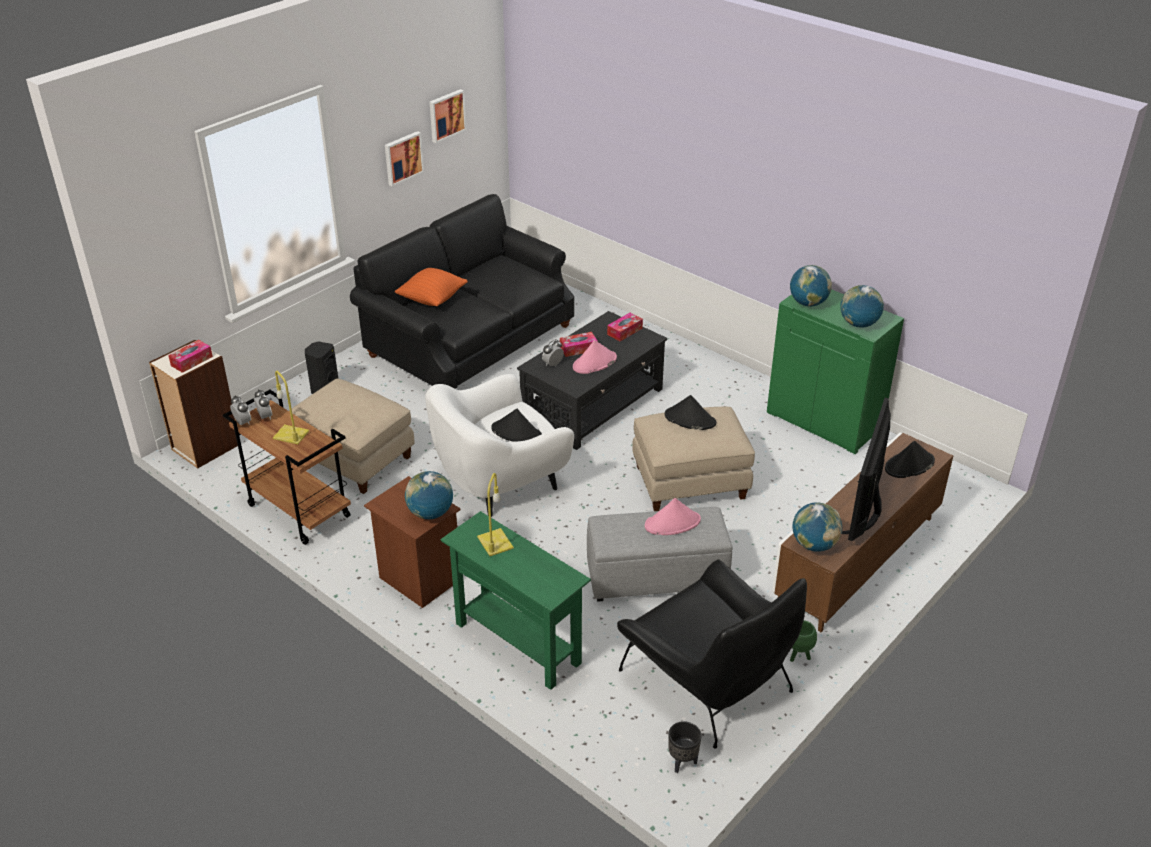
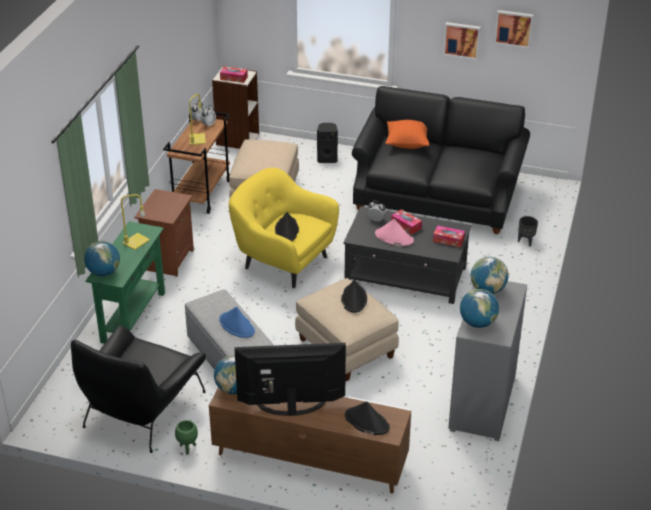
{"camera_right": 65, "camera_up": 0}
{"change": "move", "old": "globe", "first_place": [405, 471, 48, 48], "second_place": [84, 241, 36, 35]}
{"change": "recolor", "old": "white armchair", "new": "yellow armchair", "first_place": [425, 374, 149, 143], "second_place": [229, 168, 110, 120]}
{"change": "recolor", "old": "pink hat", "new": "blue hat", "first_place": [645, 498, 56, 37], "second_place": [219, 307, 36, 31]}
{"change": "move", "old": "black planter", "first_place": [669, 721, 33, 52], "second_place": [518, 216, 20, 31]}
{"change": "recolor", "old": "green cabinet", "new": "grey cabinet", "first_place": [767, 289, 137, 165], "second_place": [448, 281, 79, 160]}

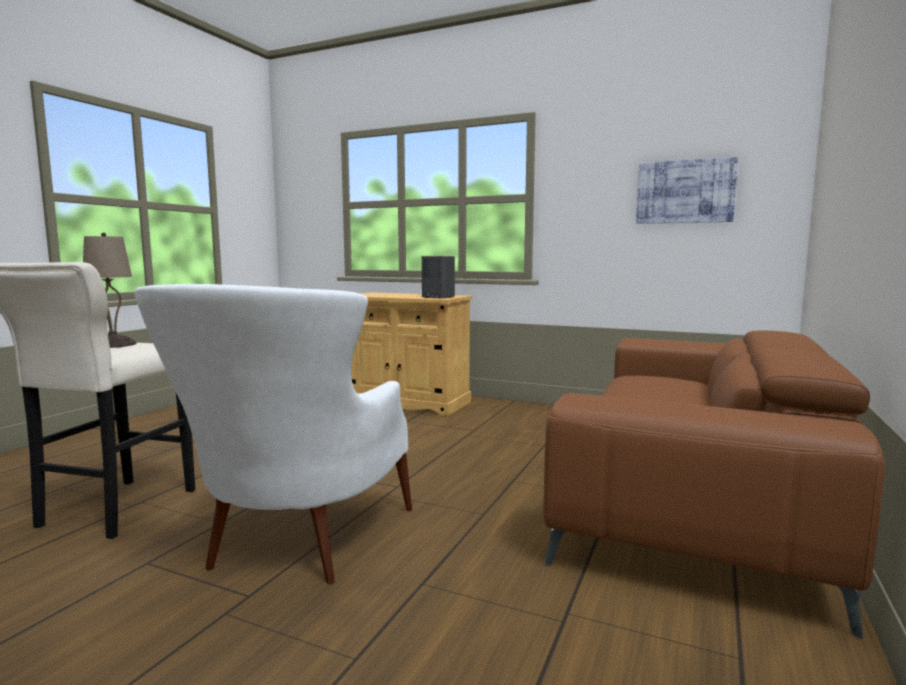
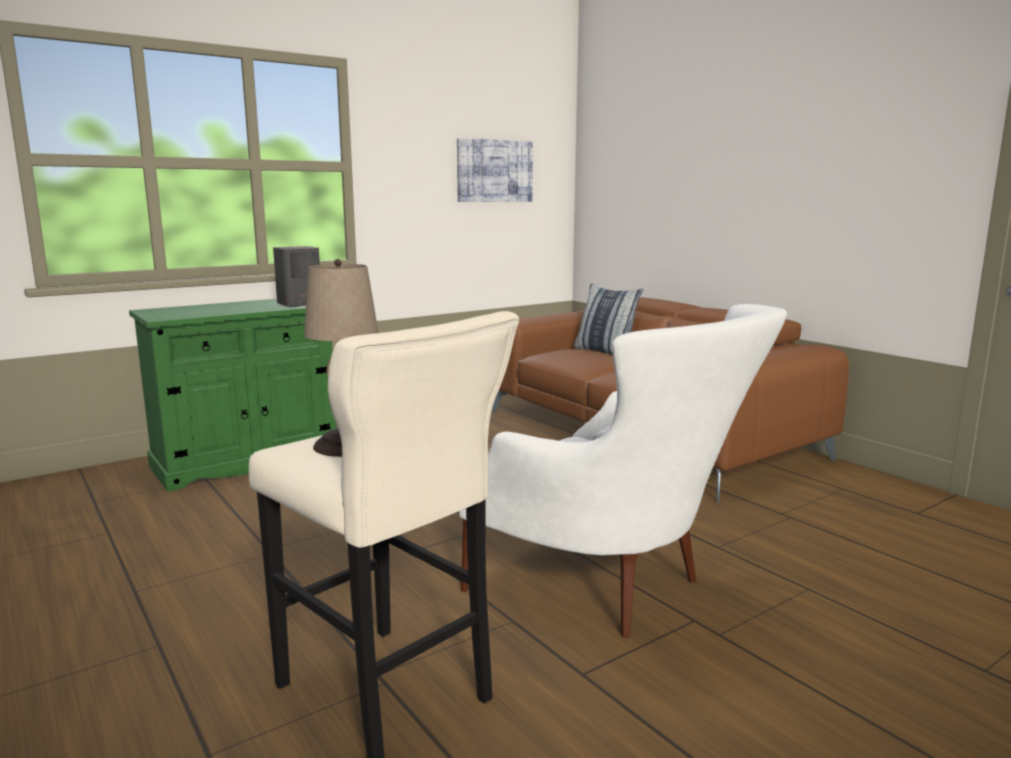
{"camera_right": -60, "camera_up": 5}
{"change": "recolor", "old": "beige cabinet", "new": "green cabinet", "first_place": [351, 292, 121, 124], "second_place": [129, 299, 208, 193]}
{"change": "insert", "new": "pillow", "second_place": [574, 283, 69, 71]}

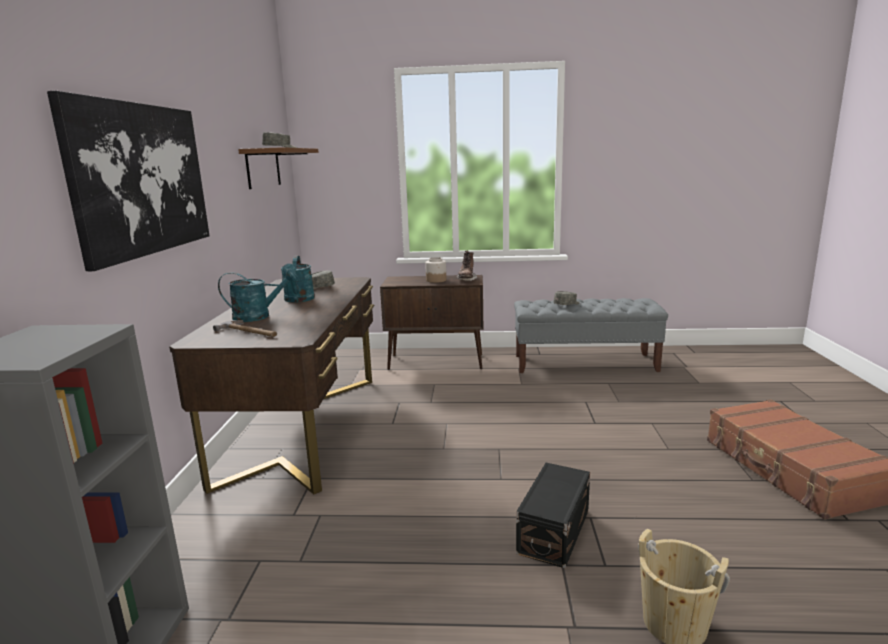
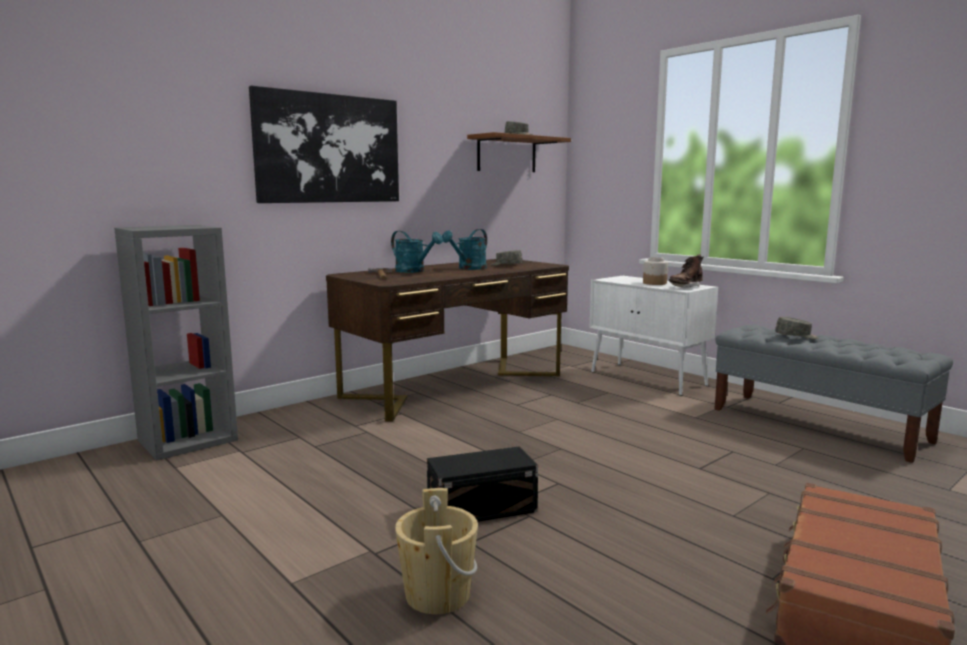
{"camera_right": 45, "camera_up": -5}
{"change": "recolor", "old": "brown cabinet", "new": "white cabinet", "first_place": [380, 275, 103, 95], "second_place": [590, 276, 128, 120]}

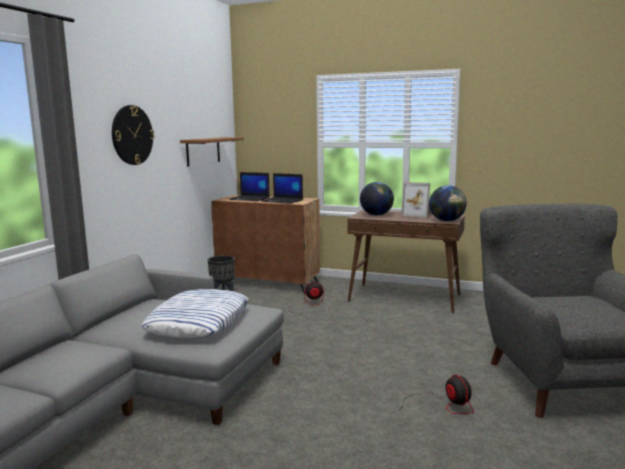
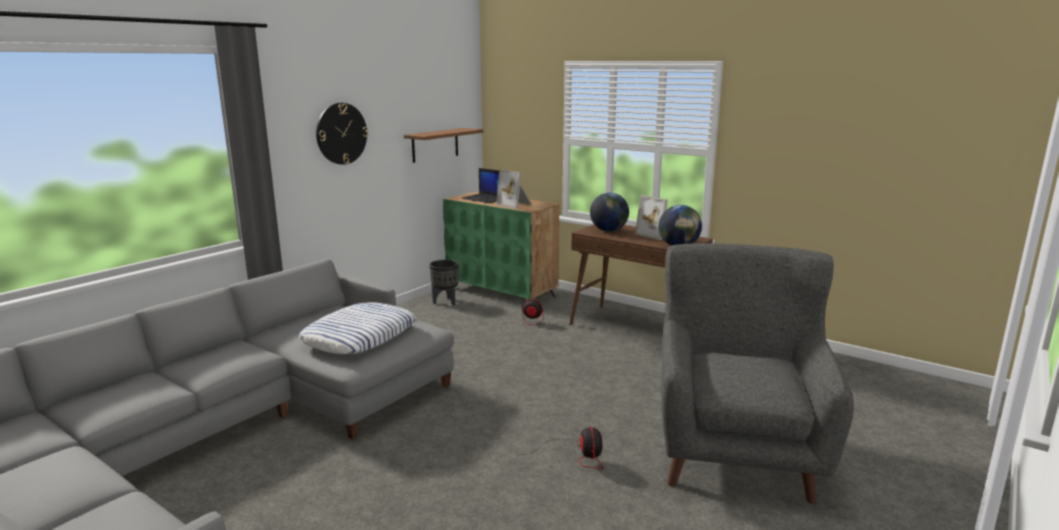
{"camera_right": 15, "camera_up": 5}
{"change": "recolor", "old": "brown cabinet", "new": "green cabinet", "first_place": [211, 195, 109, 98], "second_place": [443, 192, 116, 108]}
{"change": "replace", "old": "laptop", "new": "picture frame", "first_place": [261, 173, 42, 31], "second_place": [496, 169, 36, 40]}

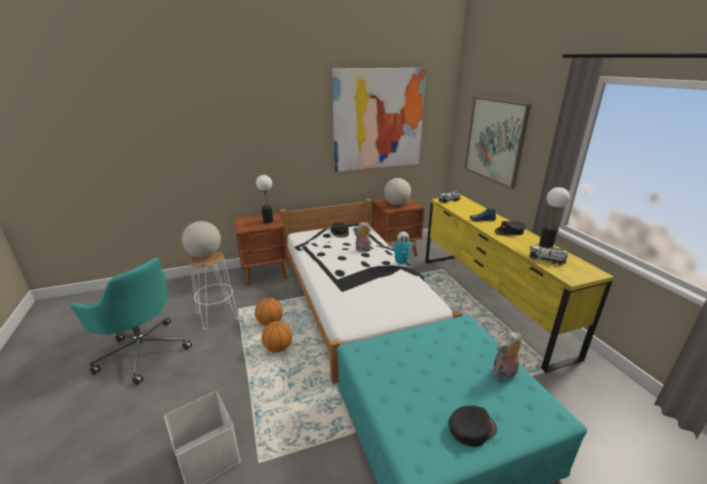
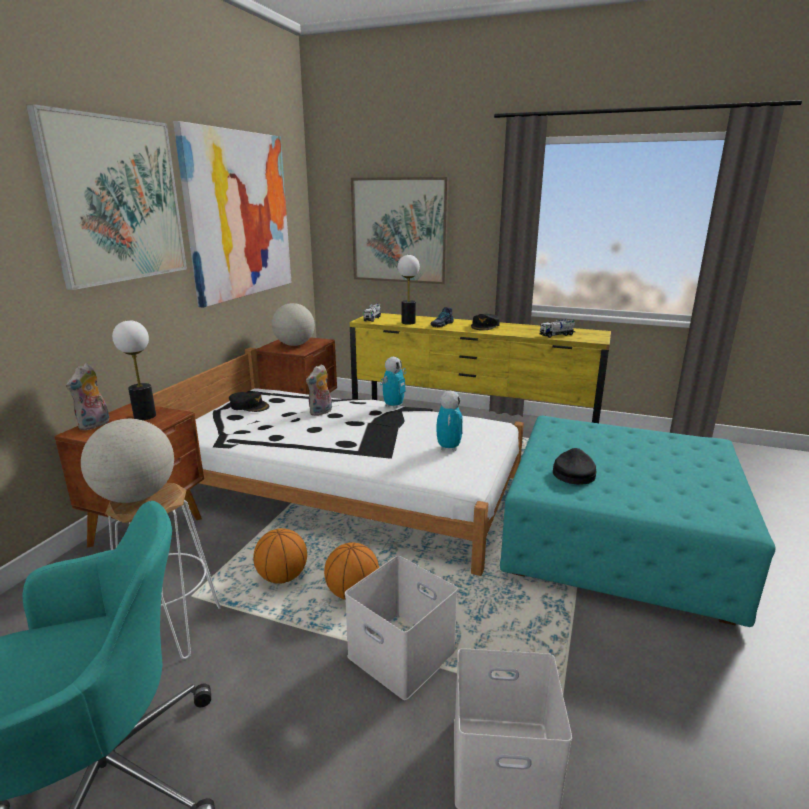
{"camera_right": -50, "camera_up": -5}
{"change": "move", "old": "black cap", "first_place": [448, 406, 49, 41], "second_place": [553, 448, 44, 37]}
{"change": "move", "old": "plush toy", "first_place": [492, 332, 29, 48], "second_place": [66, 363, 43, 67]}
{"change": "move", "old": "table lamp", "first_place": [539, 187, 31, 61], "second_place": [398, 255, 22, 70]}
{"change": "insert", "new": "picture", "second_place": [26, 104, 161, 186]}
{"change": "insert", "new": "white storage box", "second_place": [345, 556, 113, 144]}
{"change": "insert", "new": "toy robot", "second_place": [436, 391, 27, 60]}

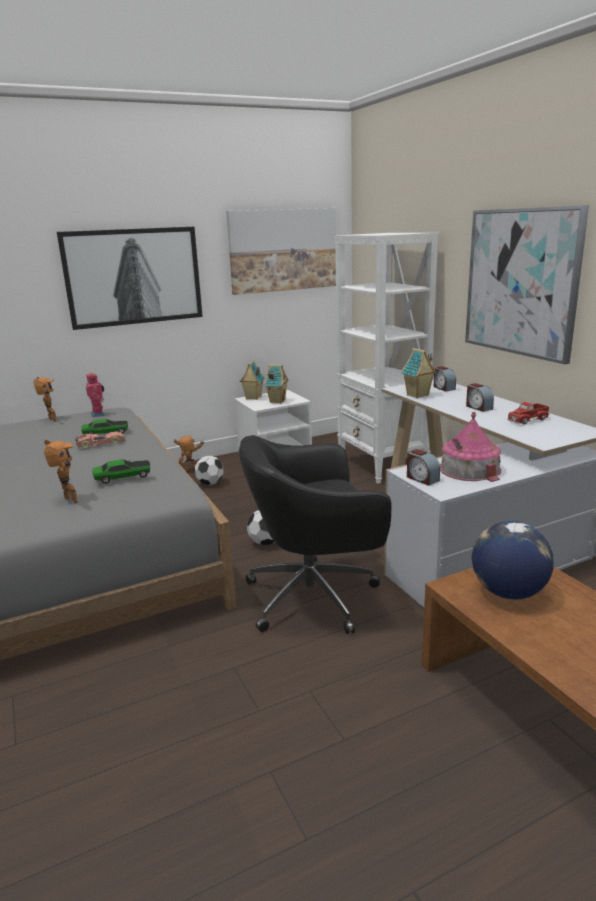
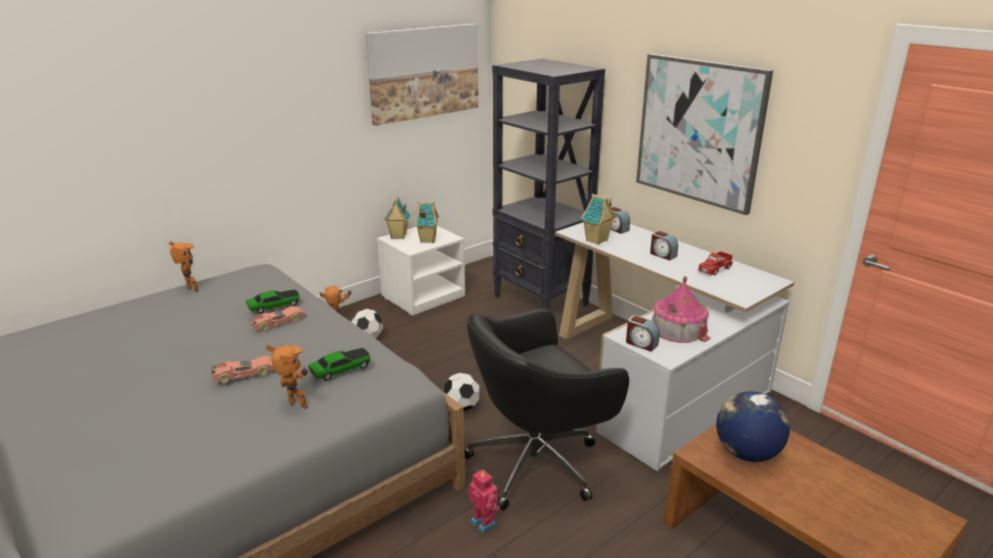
{"camera_right": -15, "camera_up": 5}
{"change": "delete", "old": "picture", "first_place": [57, 227, 146, 103]}
{"change": "move", "old": "toy robot", "first_place": [86, 372, 18, 45], "second_place": [469, 470, 31, 63]}
{"change": "recolor", "old": "white bookcase", "new": "black bookcase", "first_place": [335, 233, 103, 251], "second_place": [492, 59, 113, 252]}
{"change": "insert", "new": "toy car", "second_place": [210, 356, 65, 27]}

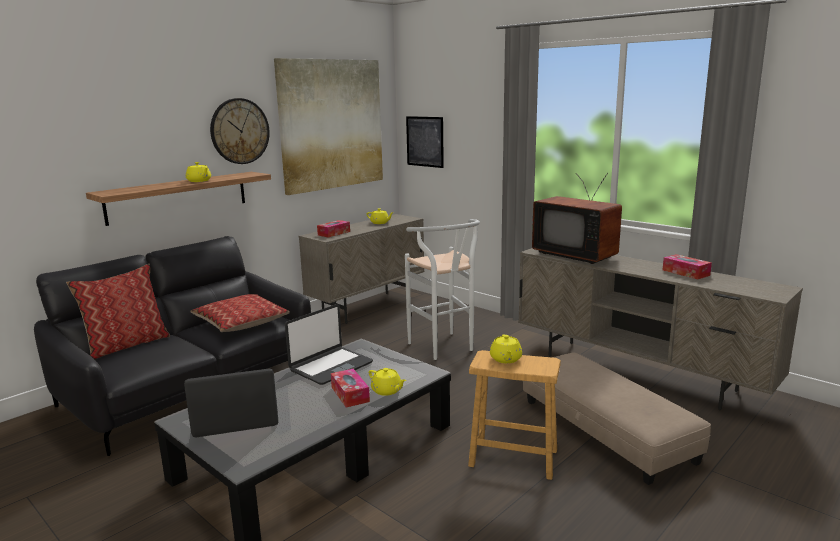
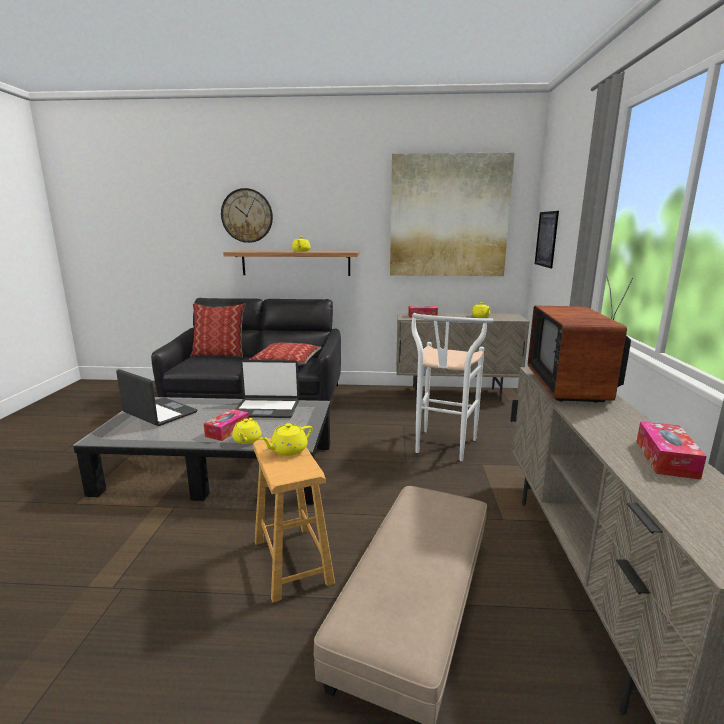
{"camera_right": 50, "camera_up": 0}
{"change": "move", "old": "wall clock", "first_place": [210, 98, 60, 66], "second_place": [221, 188, 52, 55]}

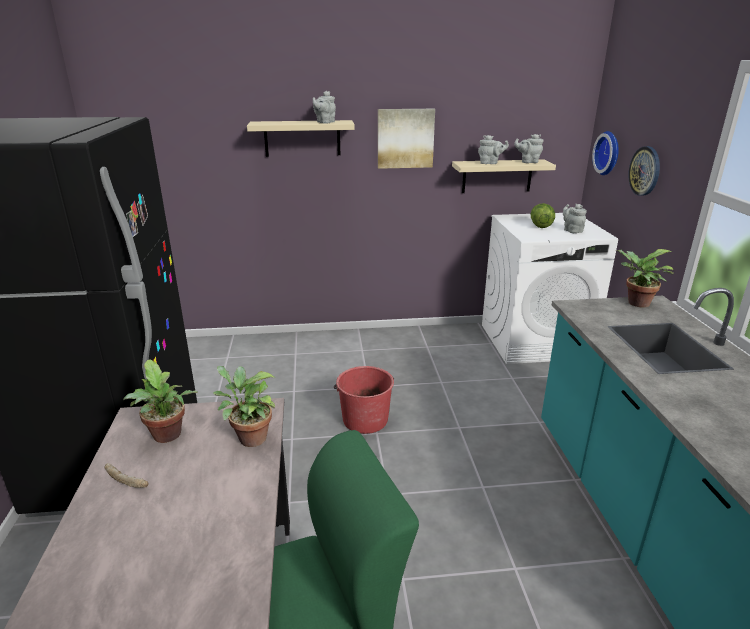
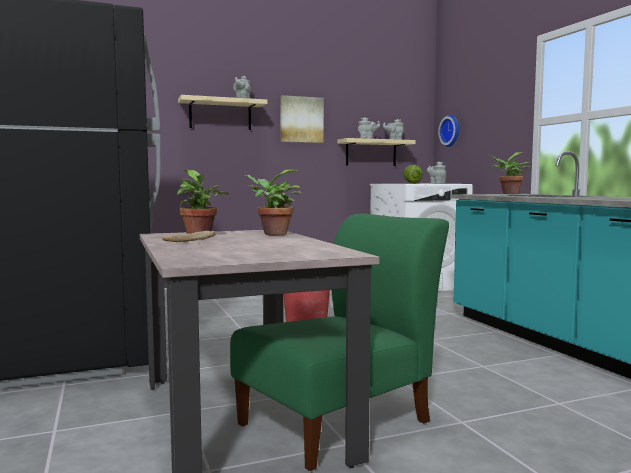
{"camera_right": -15, "camera_up": -20}
{"change": "delete", "old": "wall clock", "first_place": [628, 146, 32, 50]}

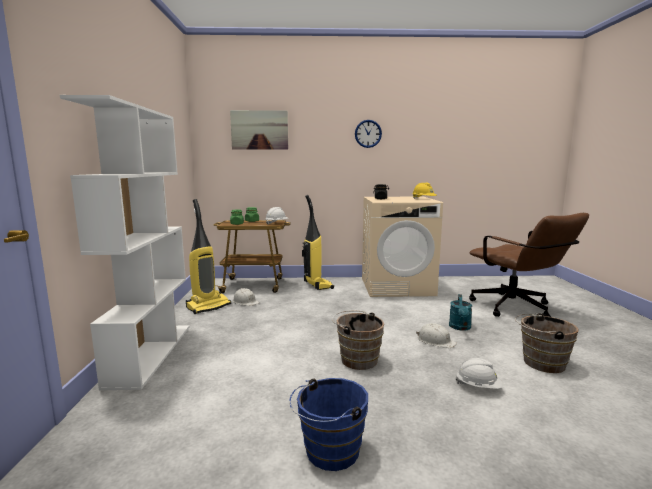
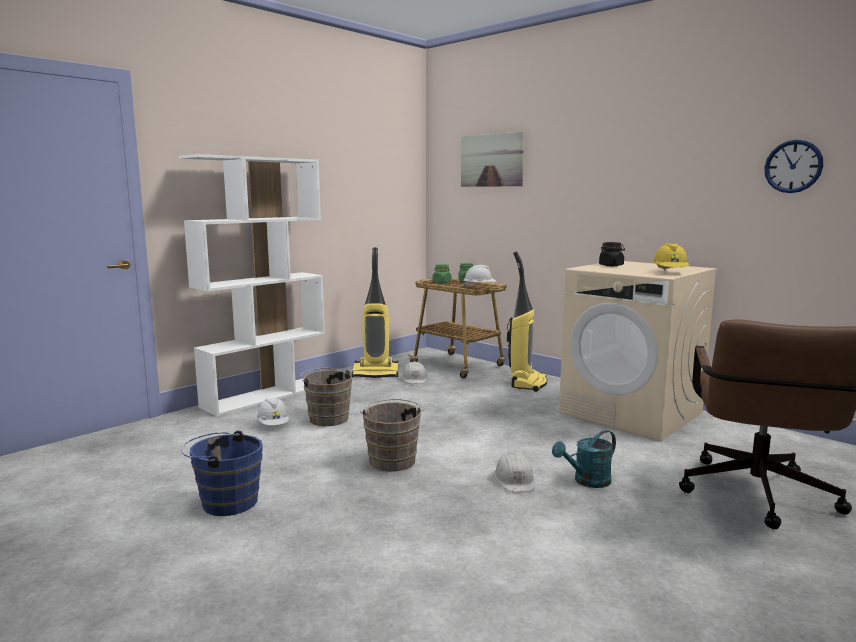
{"camera_right": 45, "camera_up": 0}
{"change": "move", "old": "wall clock", "first_place": [355, 120, 27, 28], "second_place": [764, 140, 59, 53]}
{"change": "move", "old": "white hard hat", "first_place": [456, 358, 46, 31], "second_place": [257, 397, 33, 29]}
{"change": "move", "old": "brown bucket", "first_place": [515, 313, 63, 60], "second_place": [300, 368, 52, 58]}

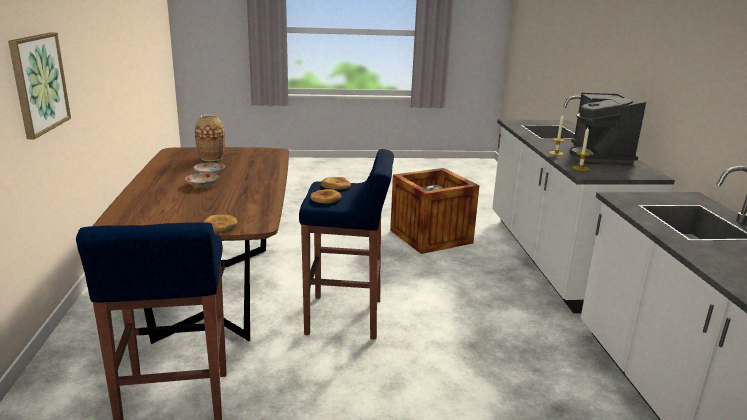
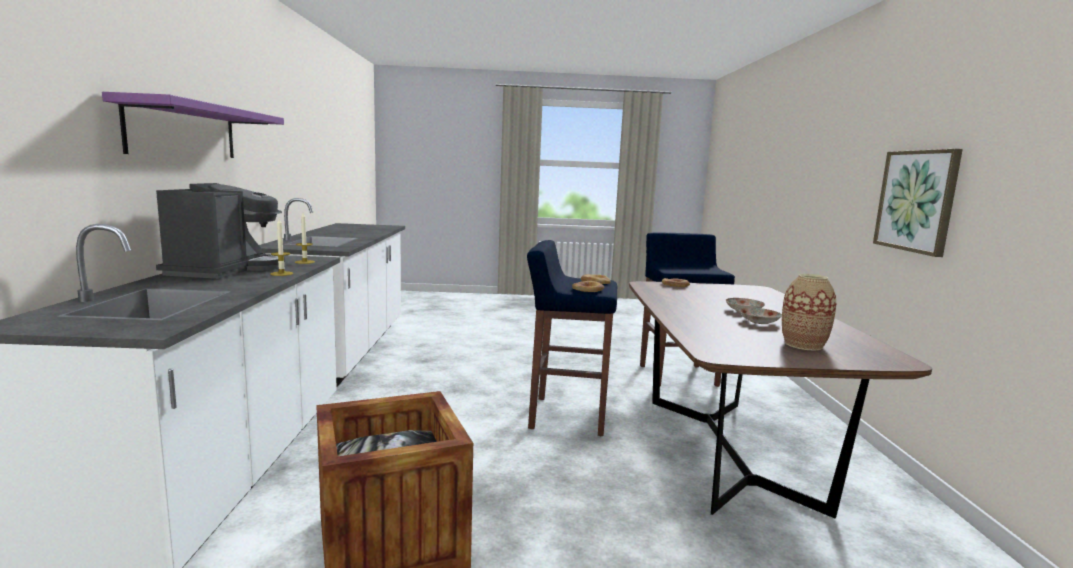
{"camera_right": -175, "camera_up": -10}
{"change": "insert", "new": "purple shelf", "second_place": [102, 92, 182, 66]}

